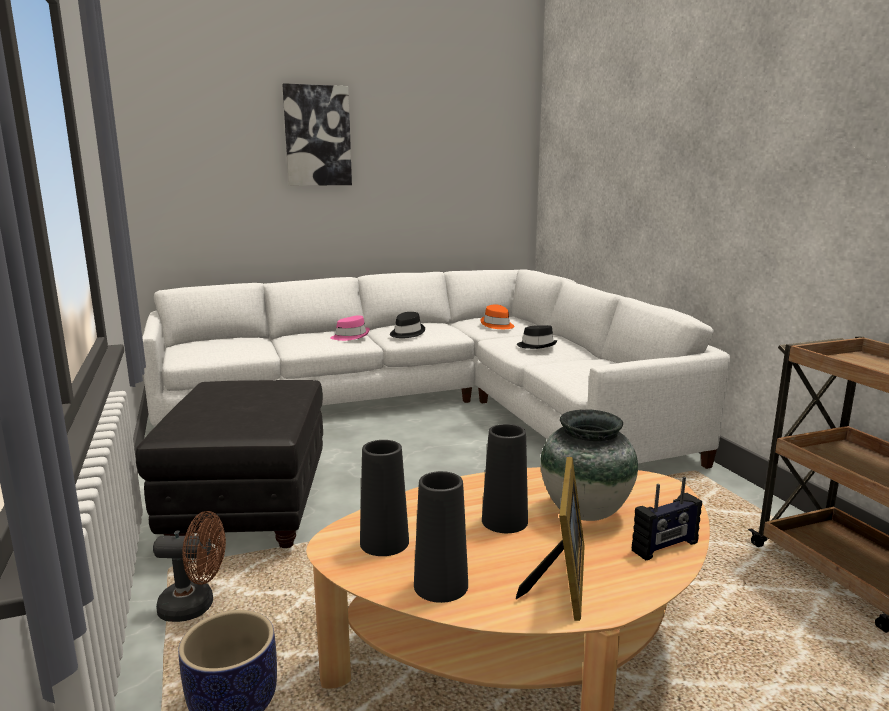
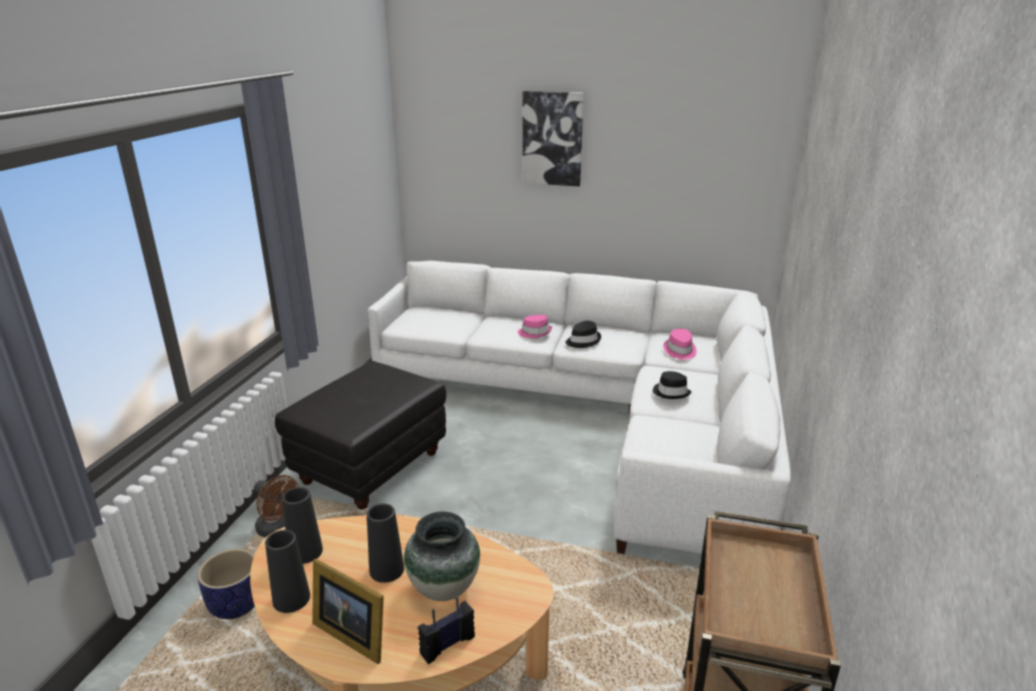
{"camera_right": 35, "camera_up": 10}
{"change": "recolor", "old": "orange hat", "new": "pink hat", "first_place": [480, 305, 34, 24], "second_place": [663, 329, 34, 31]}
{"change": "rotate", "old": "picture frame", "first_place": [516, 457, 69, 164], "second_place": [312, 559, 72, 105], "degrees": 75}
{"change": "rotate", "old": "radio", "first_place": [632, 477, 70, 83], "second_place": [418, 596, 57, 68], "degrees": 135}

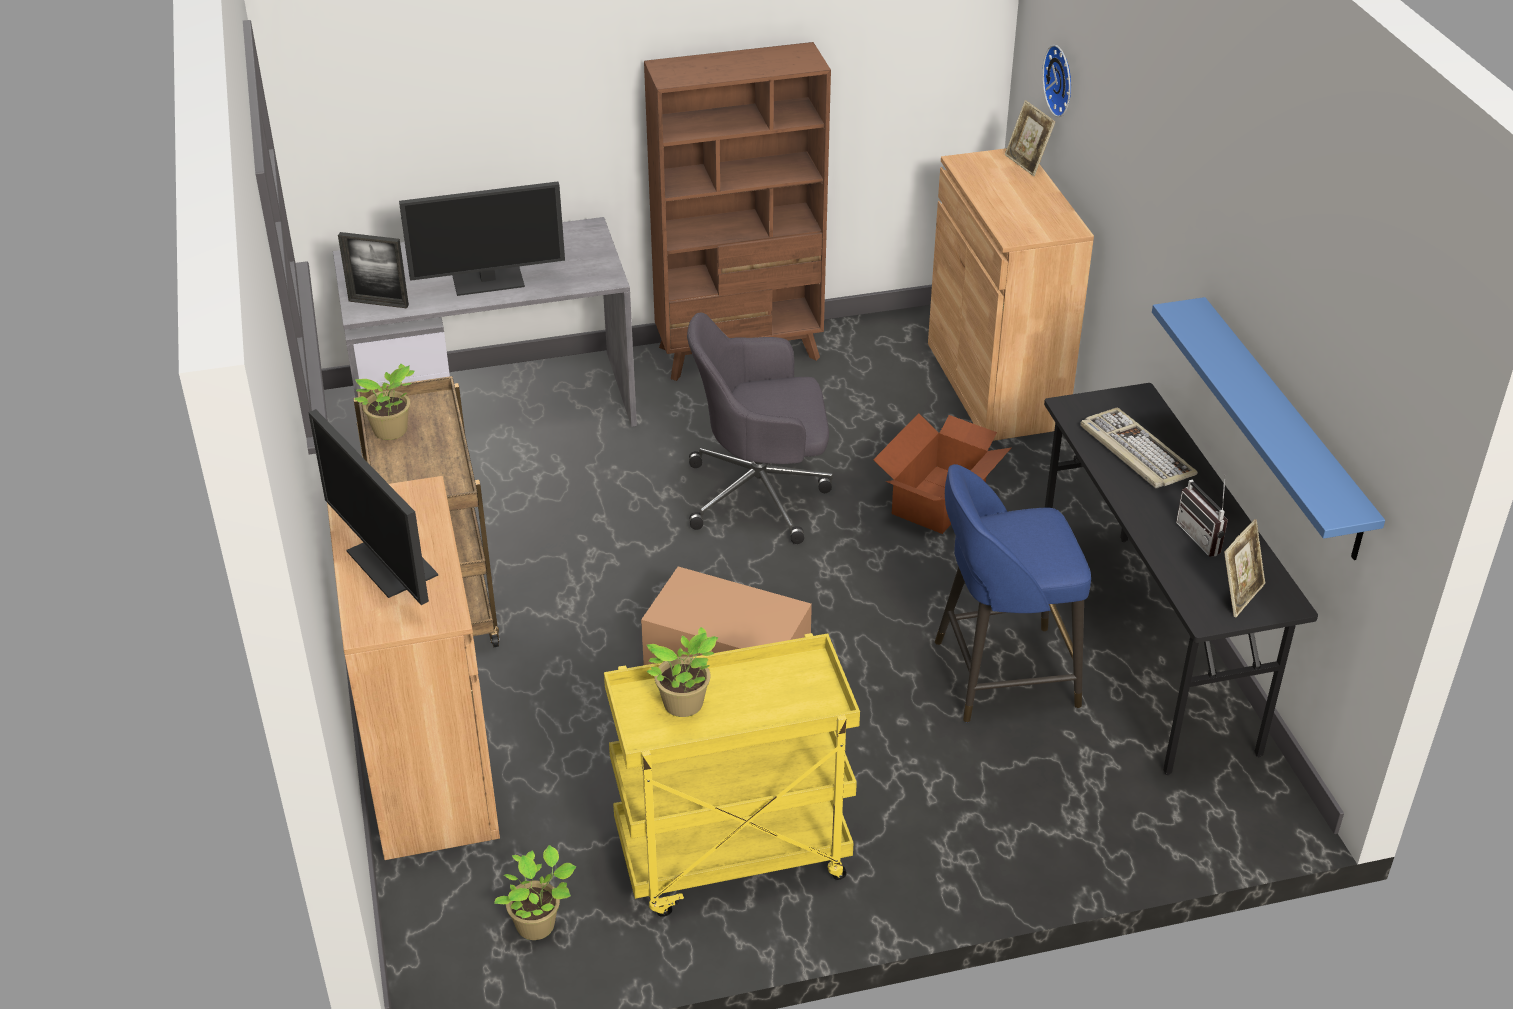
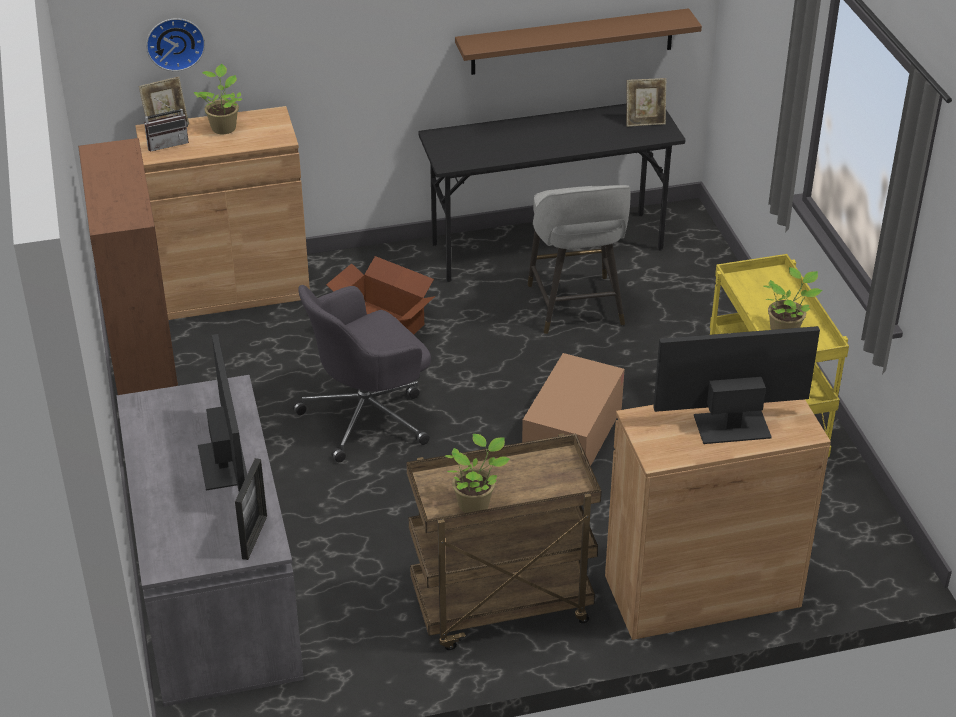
{"camera_right": -90, "camera_up": 0}
{"change": "rotate", "old": "monitor", "first_place": [308, 409, 130, 196], "second_place": [653, 326, 167, 118], "degrees": -150}
{"change": "move", "old": "potted plant", "first_place": [494, 845, 82, 95], "second_place": [194, 64, 48, 70]}
{"change": "rotate", "old": "grey office chair", "first_place": [687, 313, 146, 231], "second_place": [293, 285, 138, 178], "degrees": 60}
{"change": "recolor", "old": "blue stool", "new": "grey stool", "first_place": [935, 464, 156, 258], "second_place": [528, 185, 103, 149]}
{"change": "delete", "old": "keyboard", "first_place": [1080, 407, 118, 82]}
{"change": "recolor", "old": "blue shelf", "new": "brown shelf", "first_place": [1152, 297, 233, 263], "second_place": [455, 8, 247, 67]}
{"change": "move", "old": "radio", "first_place": [1176, 474, 52, 83], "second_place": [144, 98, 45, 54]}
{"change": "rotate", "old": "picture frame", "first_place": [1224, 519, 41, 98], "second_place": [627, 78, 39, 49], "degrees": 135}

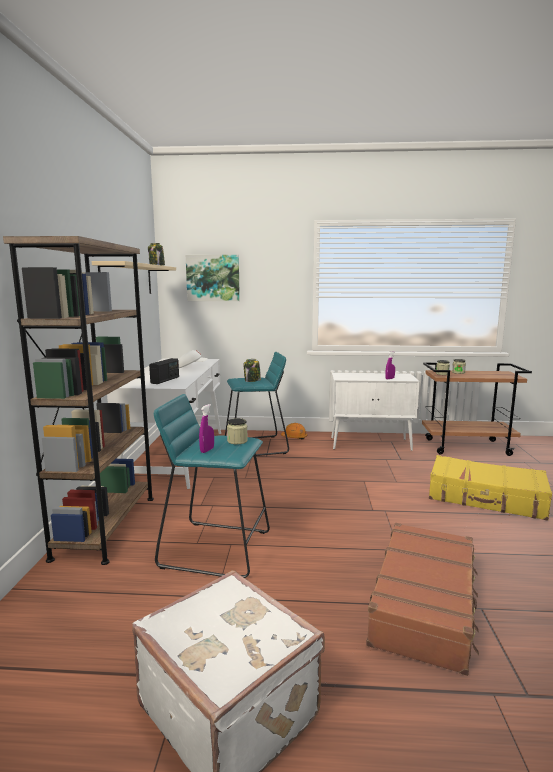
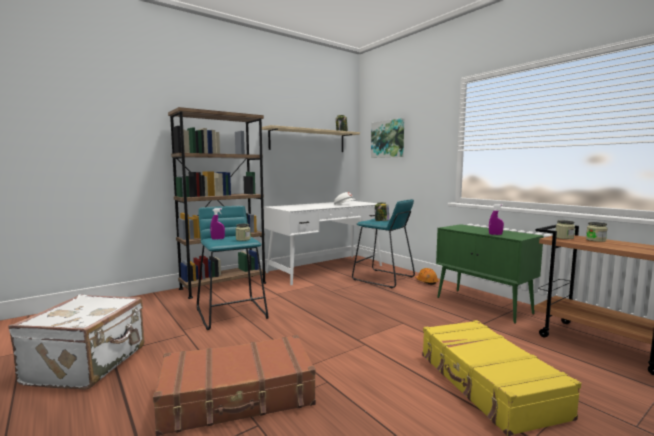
{"camera_right": 50, "camera_up": -5}
{"change": "delete", "old": "radio", "first_place": [149, 358, 30, 26]}
{"change": "recolor", "old": "white cabinet", "new": "green cabinet", "first_place": [331, 373, 89, 78], "second_place": [436, 224, 108, 100]}

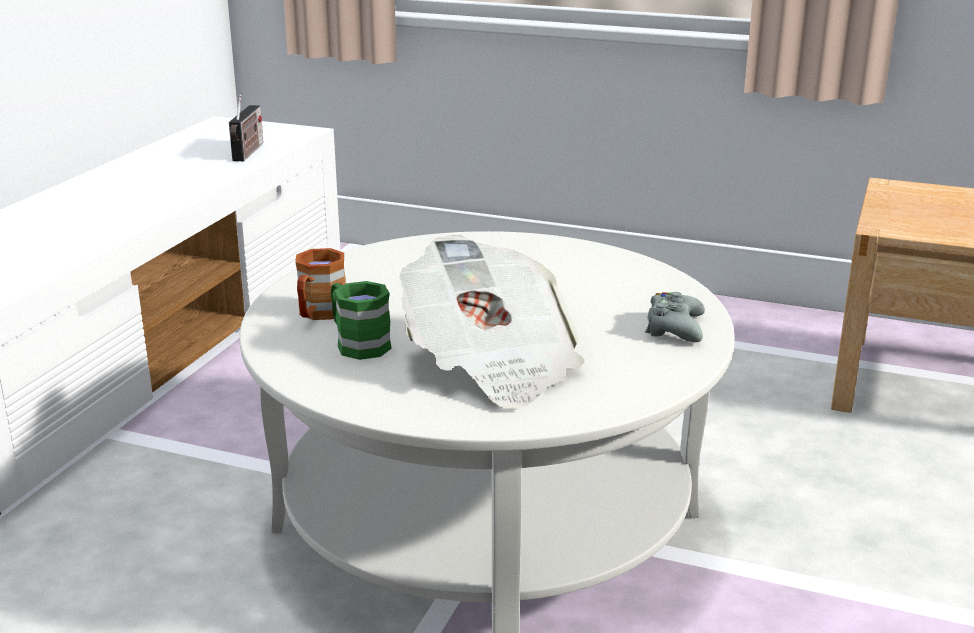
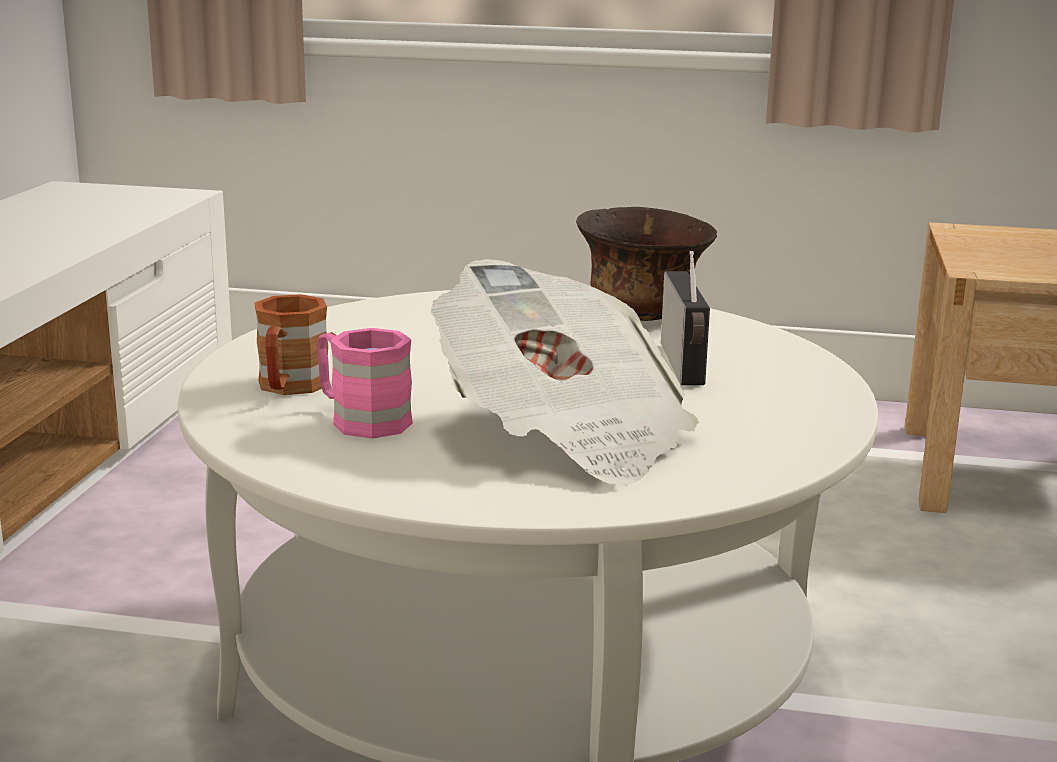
{"camera_right": -10, "camera_up": -5}
{"change": "move", "old": "radio", "first_place": [229, 94, 35, 67], "second_place": [661, 251, 49, 134]}
{"change": "recolor", "old": "green mug", "new": "pink mug", "first_place": [331, 281, 61, 79], "second_place": [317, 328, 96, 111]}
{"change": "delete", "old": "grey game controller", "first_place": [645, 292, 60, 50]}
{"change": "insert", "new": "brown bowl", "second_place": [576, 207, 141, 114]}

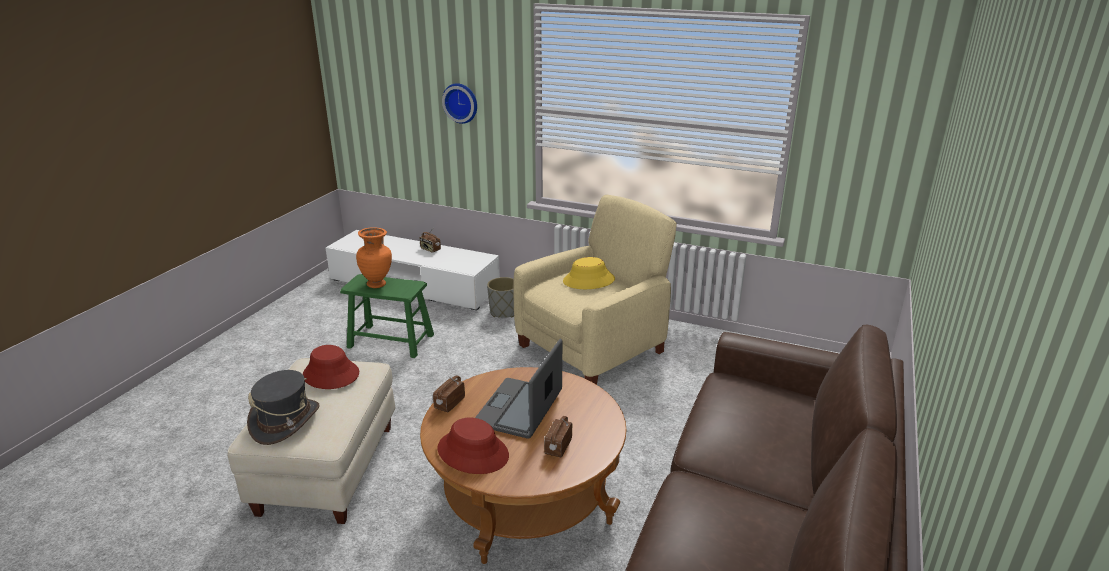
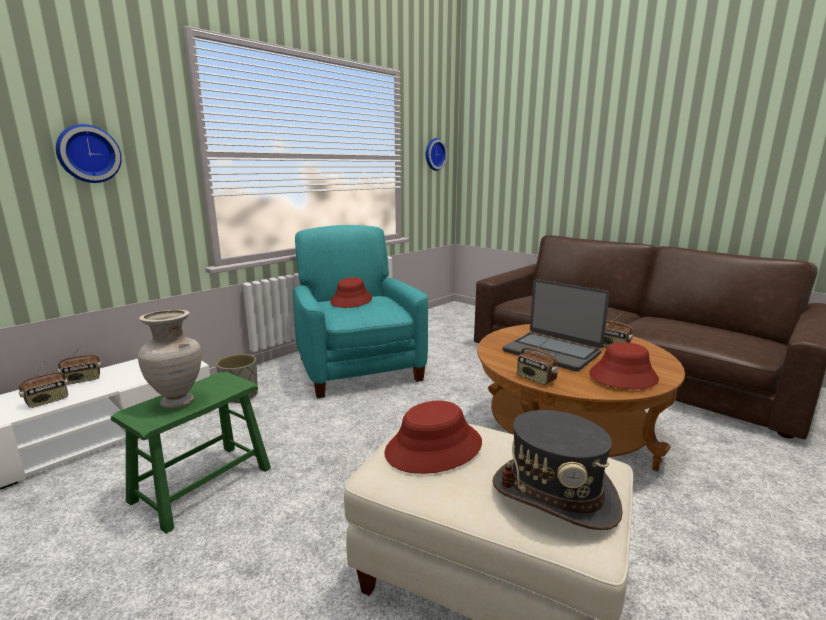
{"camera_right": -70, "camera_up": -10}
{"change": "recolor", "old": "orange vase", "new": "beige vase", "first_place": [356, 227, 36, 61], "second_place": [138, 310, 64, 98]}
{"change": "recolor", "old": "beige armchair", "new": "turquoise armchair", "first_place": [513, 195, 164, 190], "second_place": [293, 225, 135, 174]}
{"change": "recolor", "old": "yellow hat", "new": "red hat", "first_place": [563, 257, 52, 32], "second_place": [330, 277, 42, 31]}
{"change": "insert", "new": "radio", "second_place": [19, 361, 49, 47]}
{"change": "insert", "new": "wall clock", "second_place": [426, 138, 21, 33]}

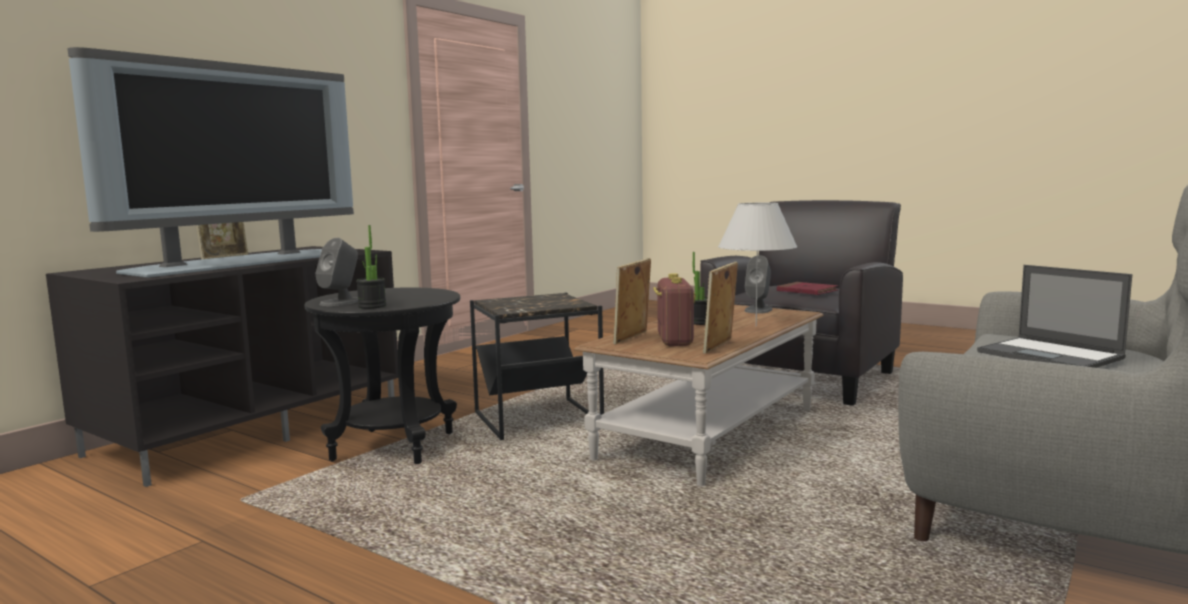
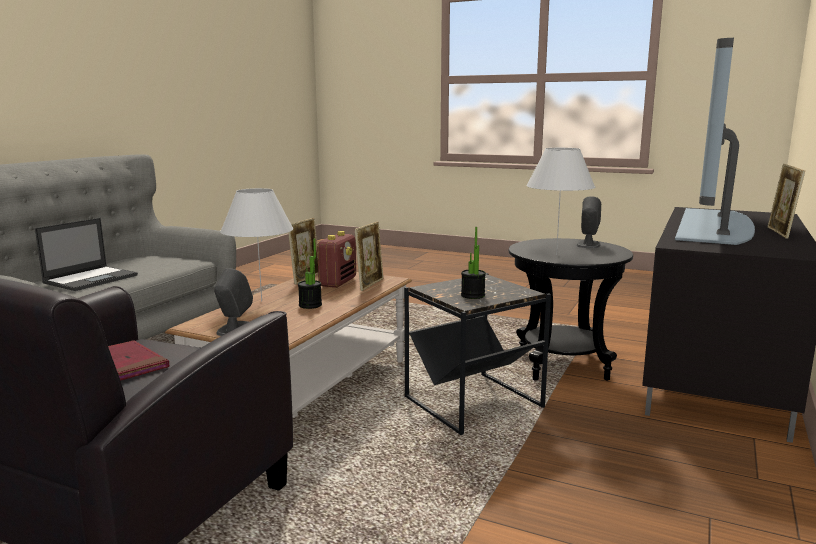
{"camera_right": 170, "camera_up": 5}
{"change": "move", "old": "potted plant", "first_place": [356, 225, 30, 84], "second_place": [461, 227, 25, 72]}
{"change": "rotate", "old": "radio", "first_place": [653, 273, 43, 73], "second_place": [316, 231, 40, 57], "degrees": -150}
{"change": "rotate", "old": "laptop", "first_place": [977, 265, 155, 103], "second_place": [35, 218, 103, 73], "degrees": 75}
{"change": "insert", "new": "white table lamp", "second_place": [526, 148, 69, 107]}

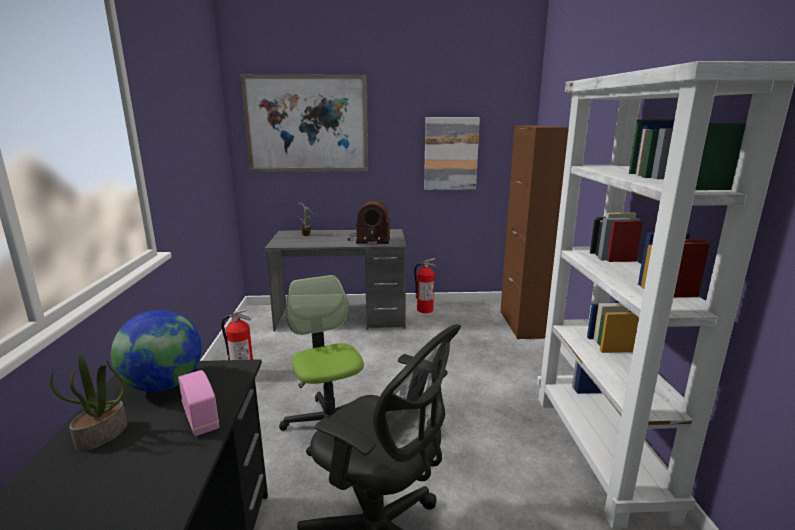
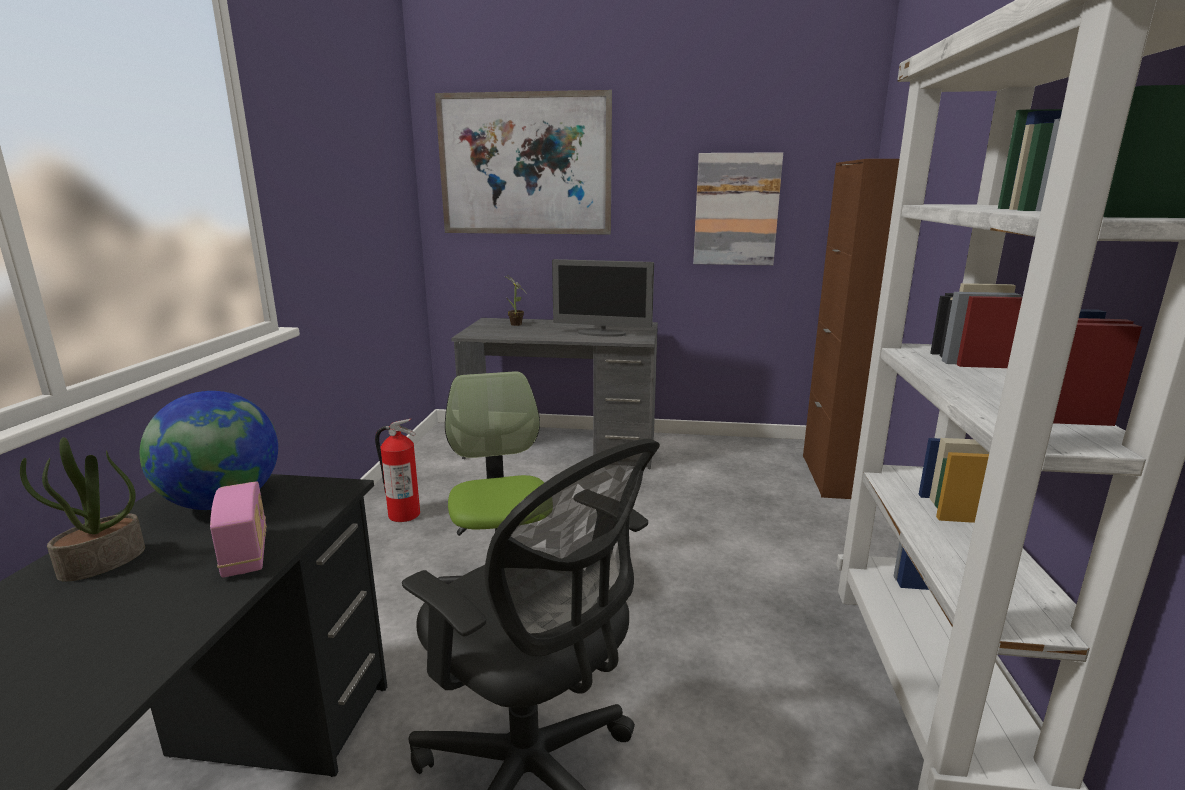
{"camera_right": 10, "camera_up": 0}
{"change": "replace", "old": "radio", "new": "monitor", "first_place": [347, 200, 43, 44], "second_place": [552, 259, 102, 78]}
{"change": "delete", "old": "fire extinguisher", "first_place": [414, 258, 22, 55]}

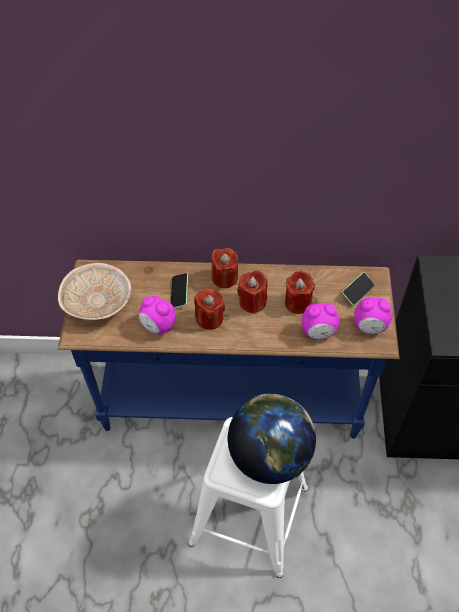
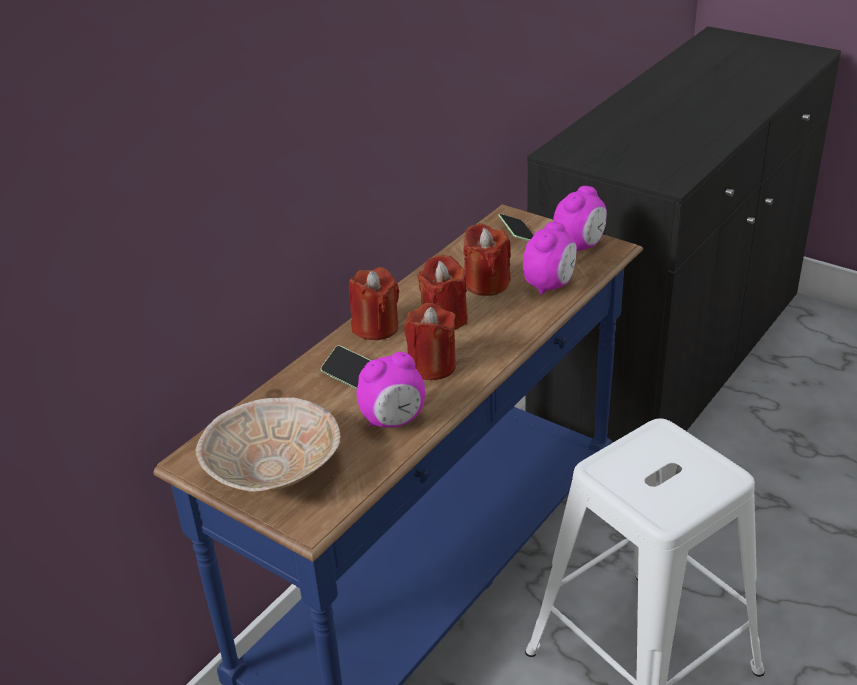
{"camera_right": -55, "camera_up": -20}
{"change": "delete", "old": "globe", "first_place": [228, 394, 88, 90]}

